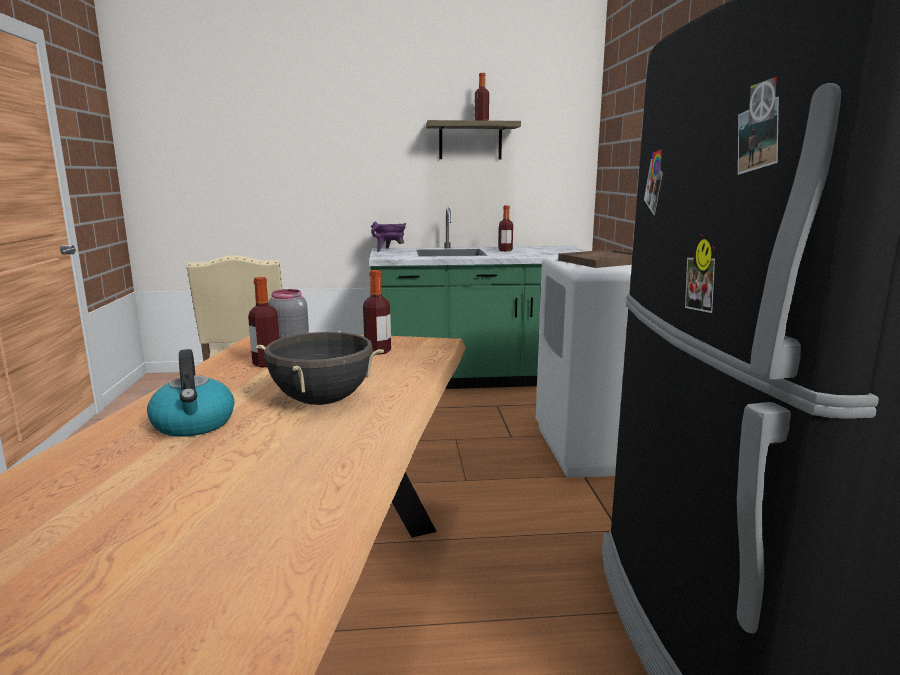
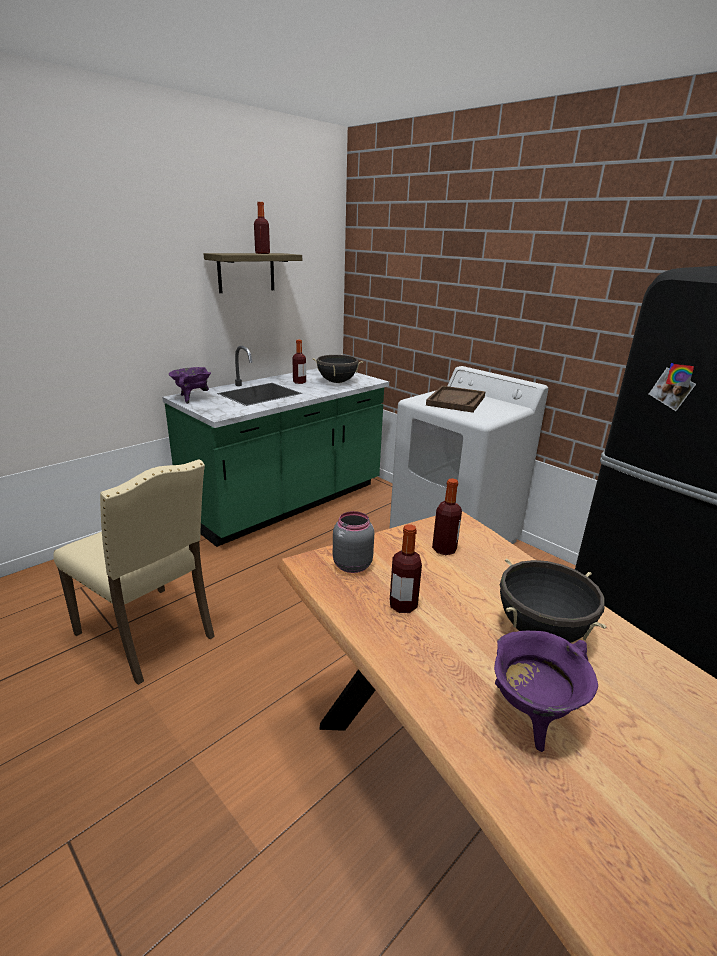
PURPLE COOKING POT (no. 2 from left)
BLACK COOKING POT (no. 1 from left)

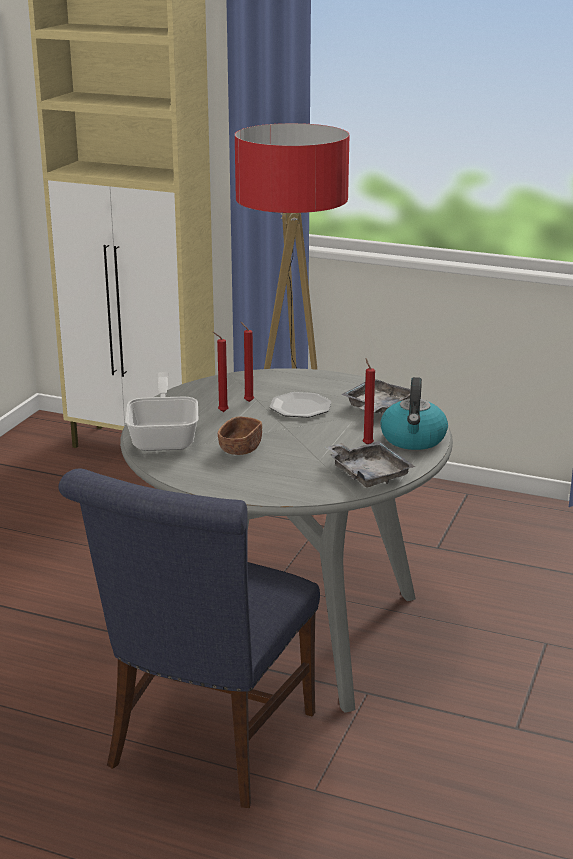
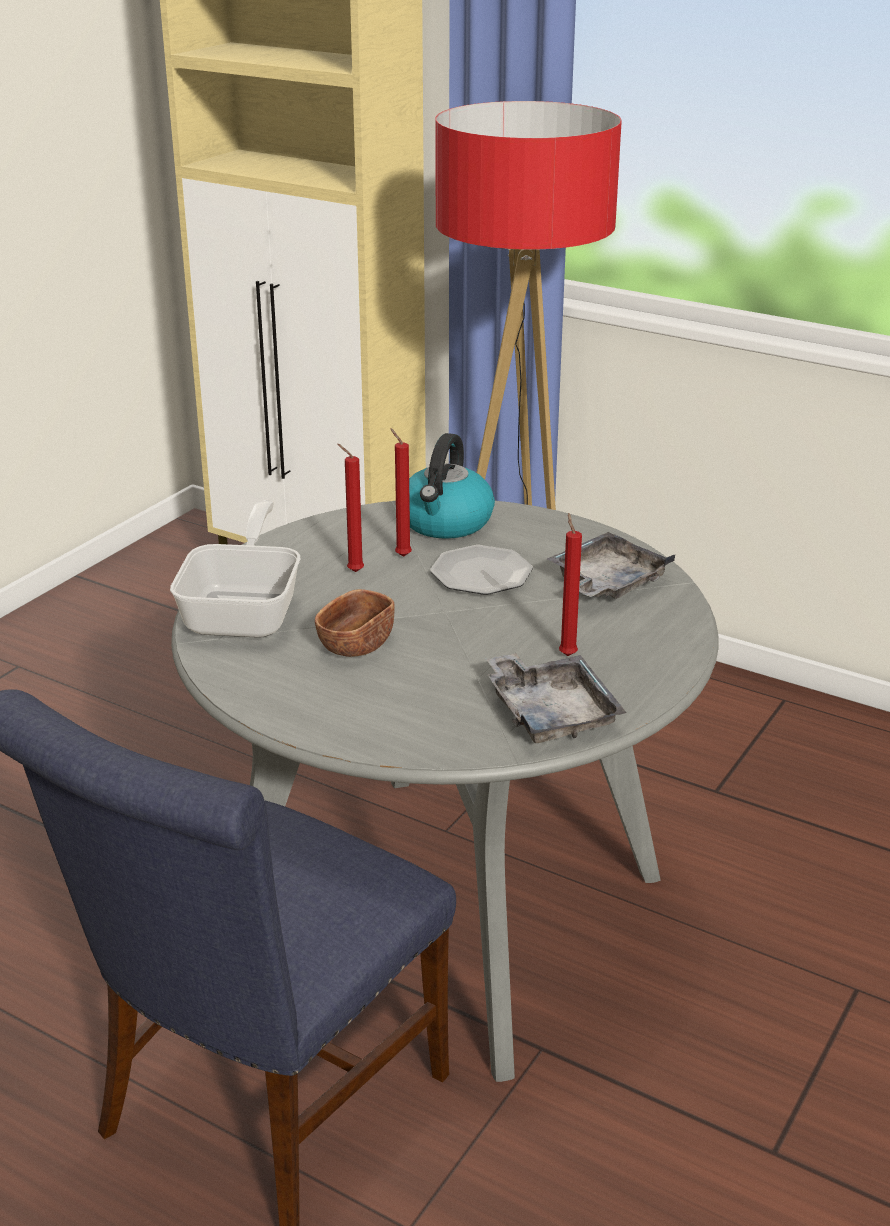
KETTLE

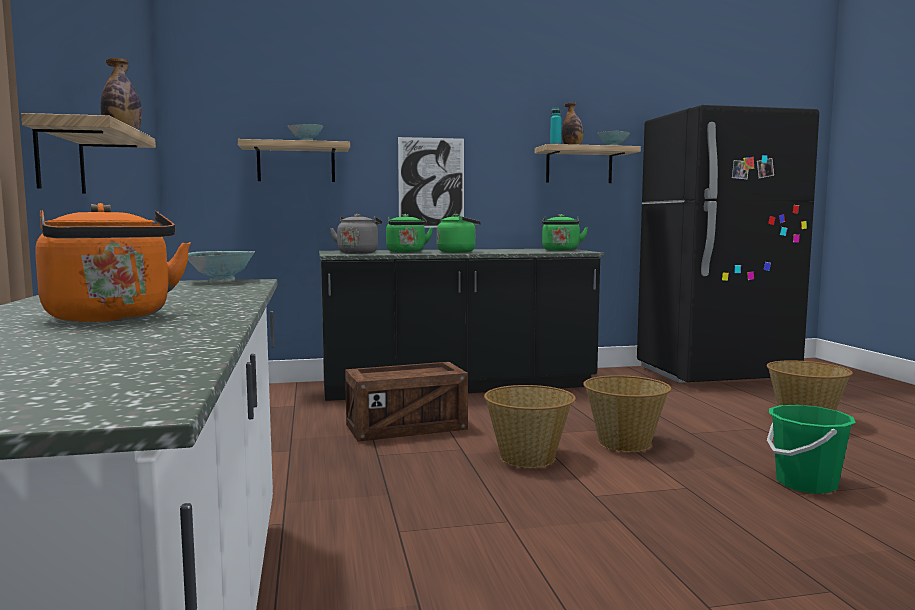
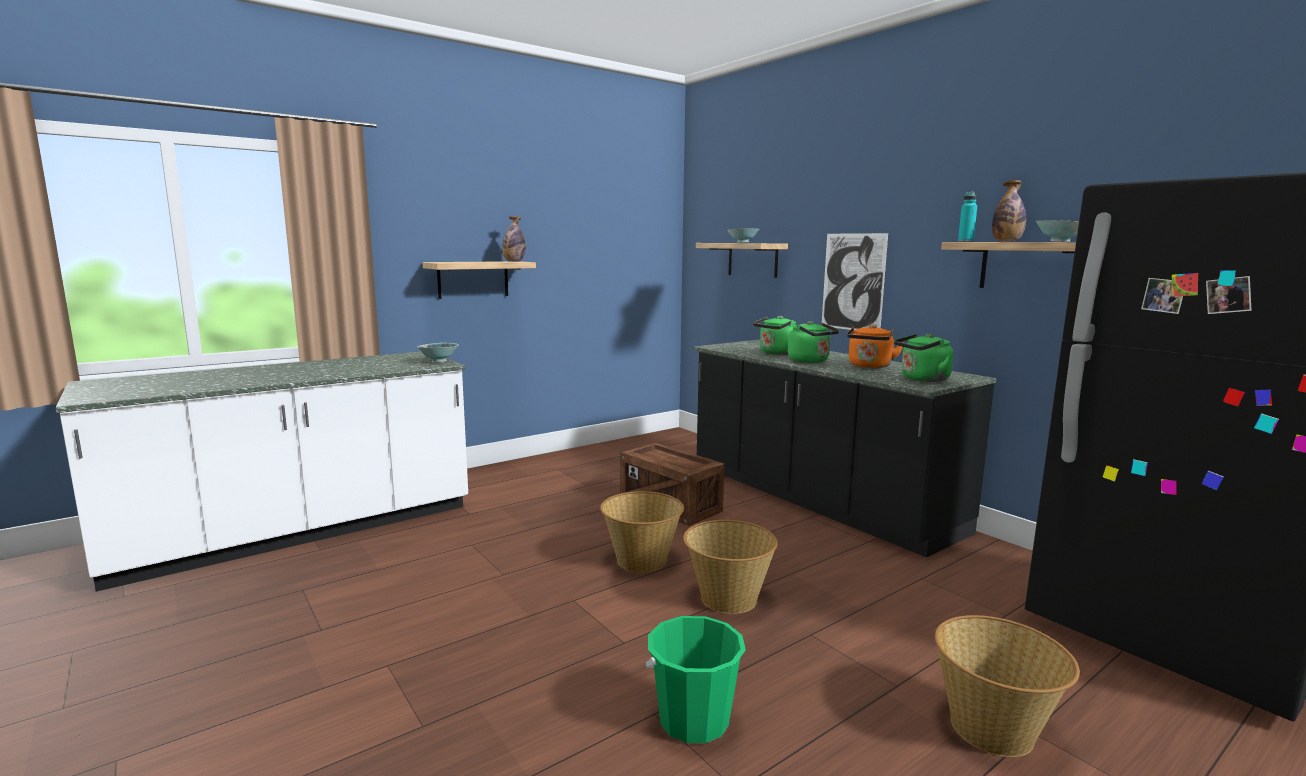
ORANGE KETTLE
GREY KETTLE

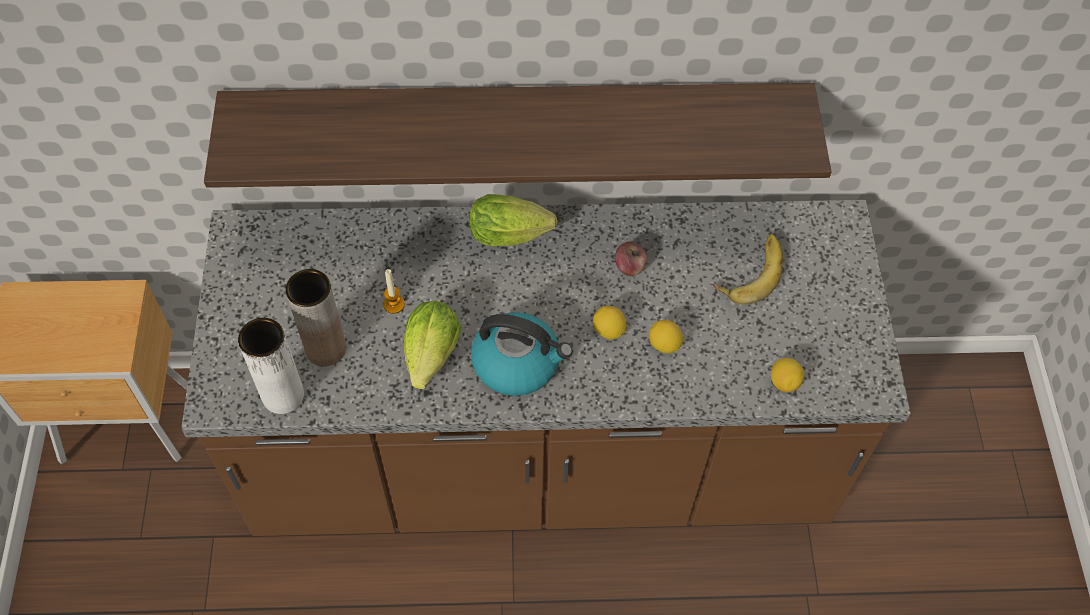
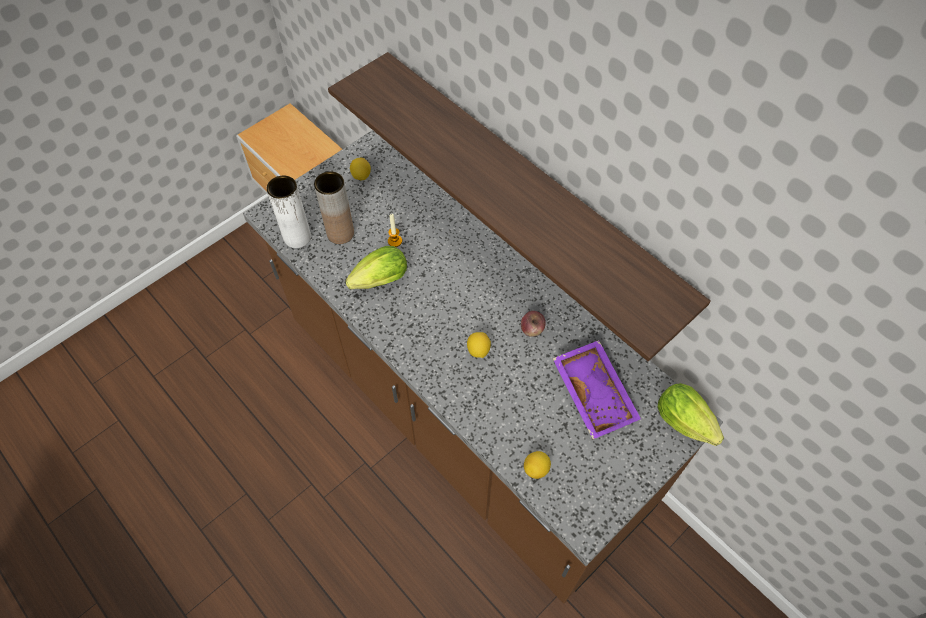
LETTUCE (no. 2 from left)
KETTLE
LEMON (no. 1 from left)
PURPLE TRAY

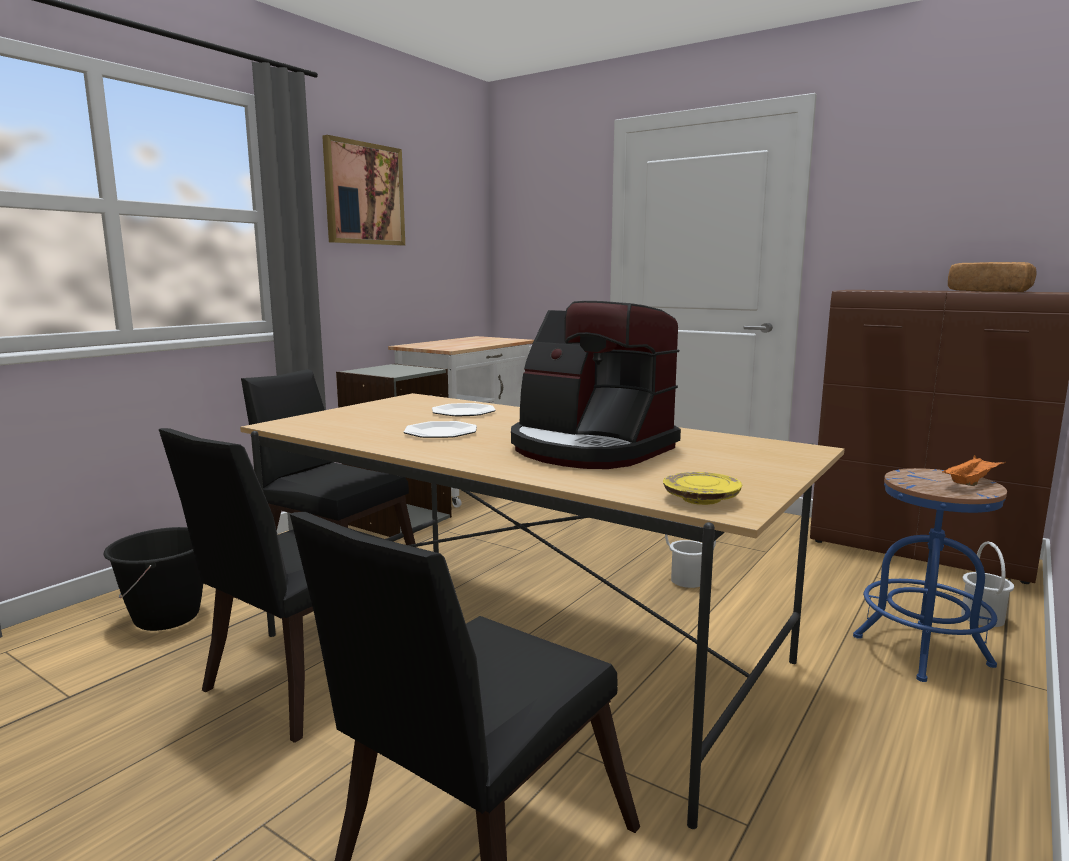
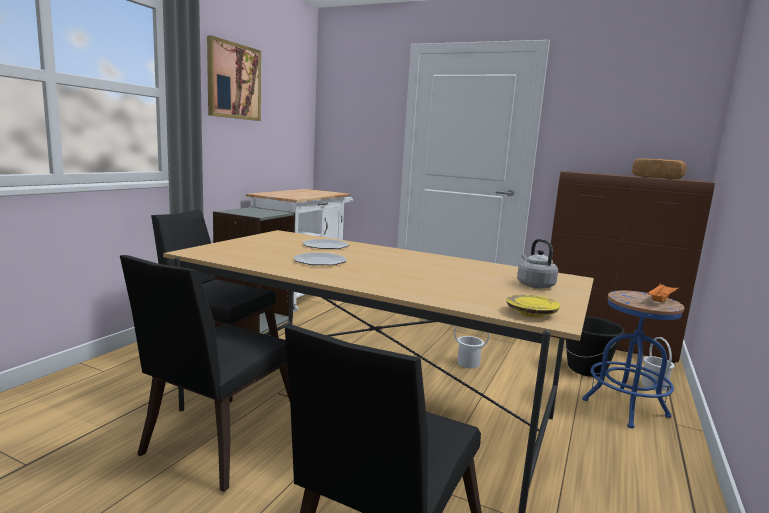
BLACK BUCKET
COFFEE MACHINE
GREY KETTLE

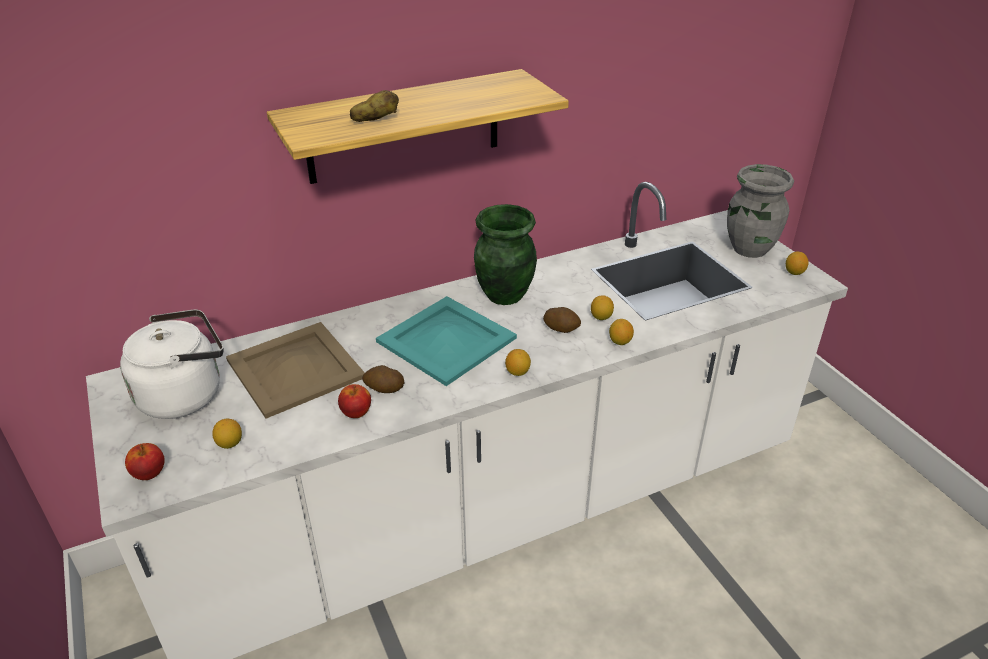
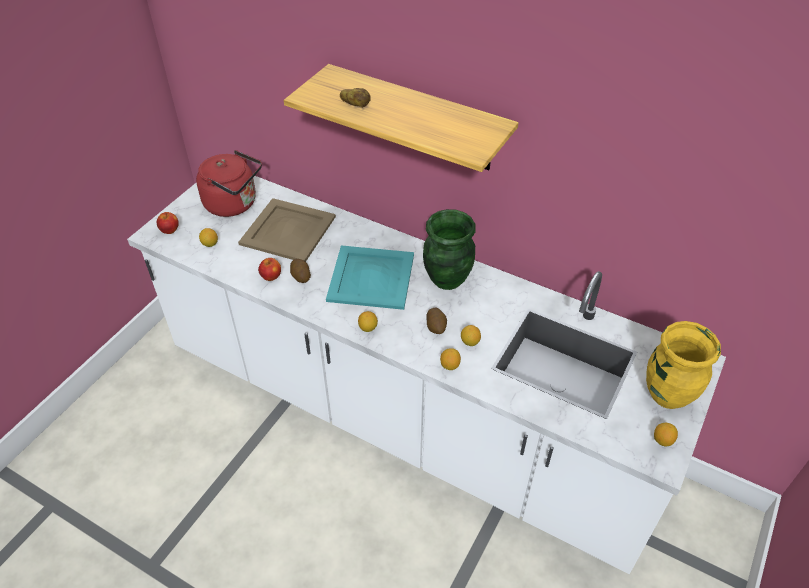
RED KETTLE
YELLOW VASE

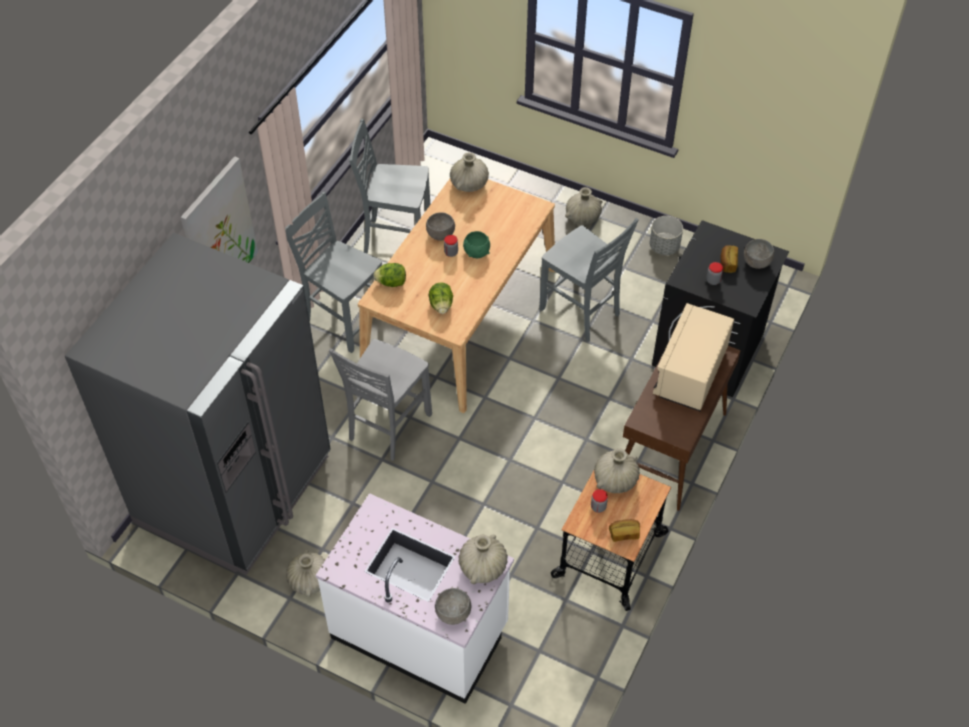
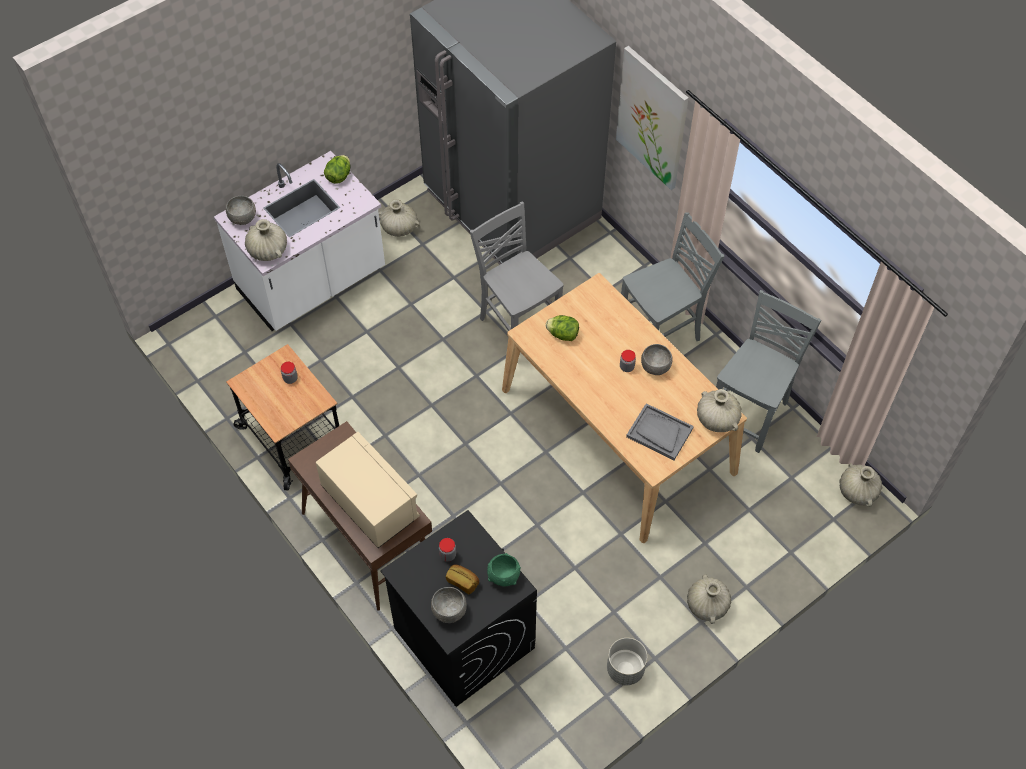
LETTUCE (no. 1 from left)
GREEN BOWL
GREY CHAIR (no. 4 from left in the first image)
BEIGE VASE (no. 5 from left)
BREAD (no. 1 from left in the first image)
GREY TRAY

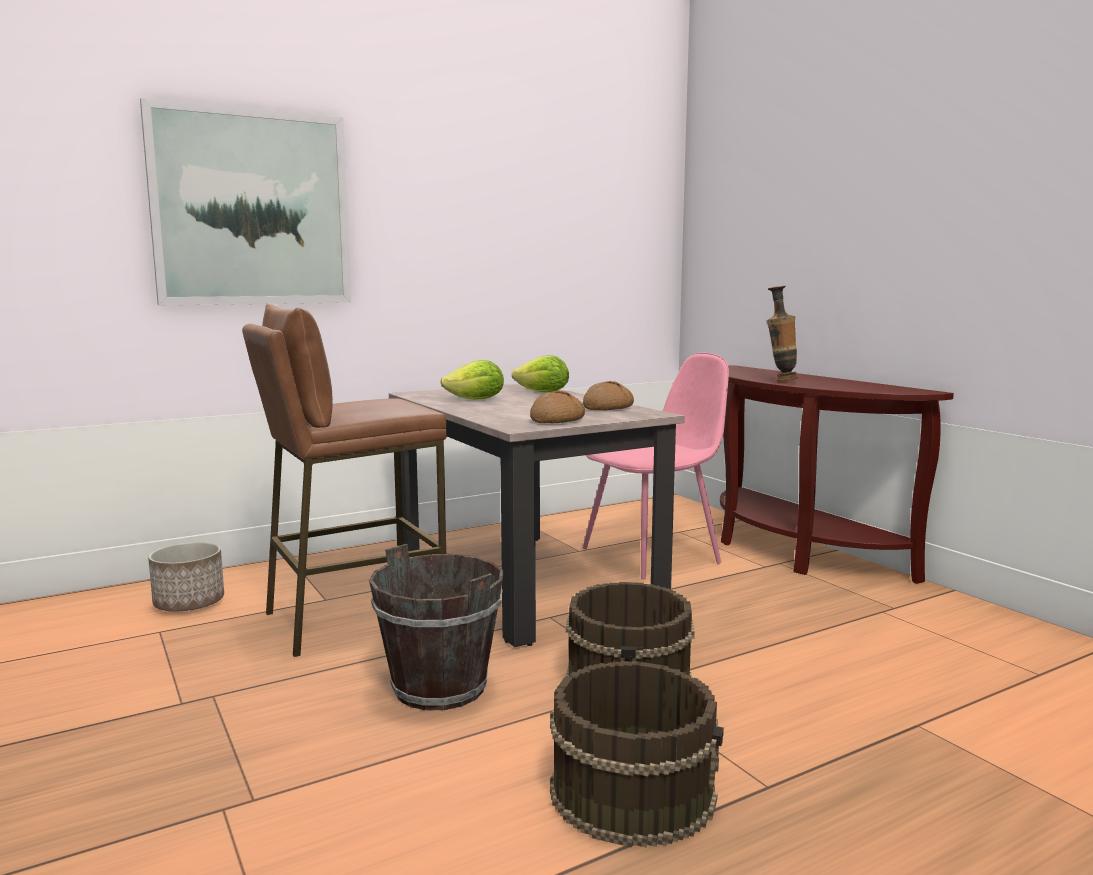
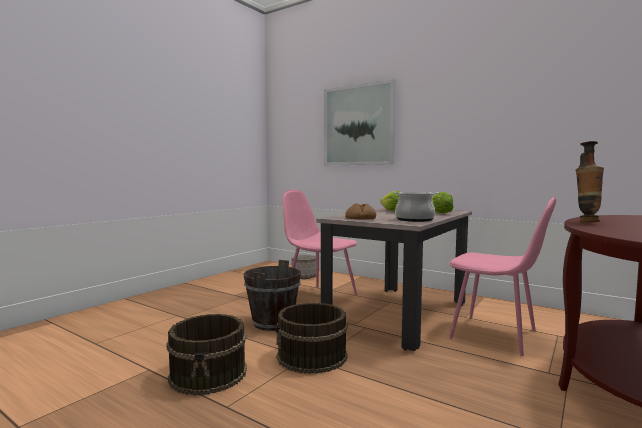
PINK CHAIR (no. 1 from left)
COOKING POT

